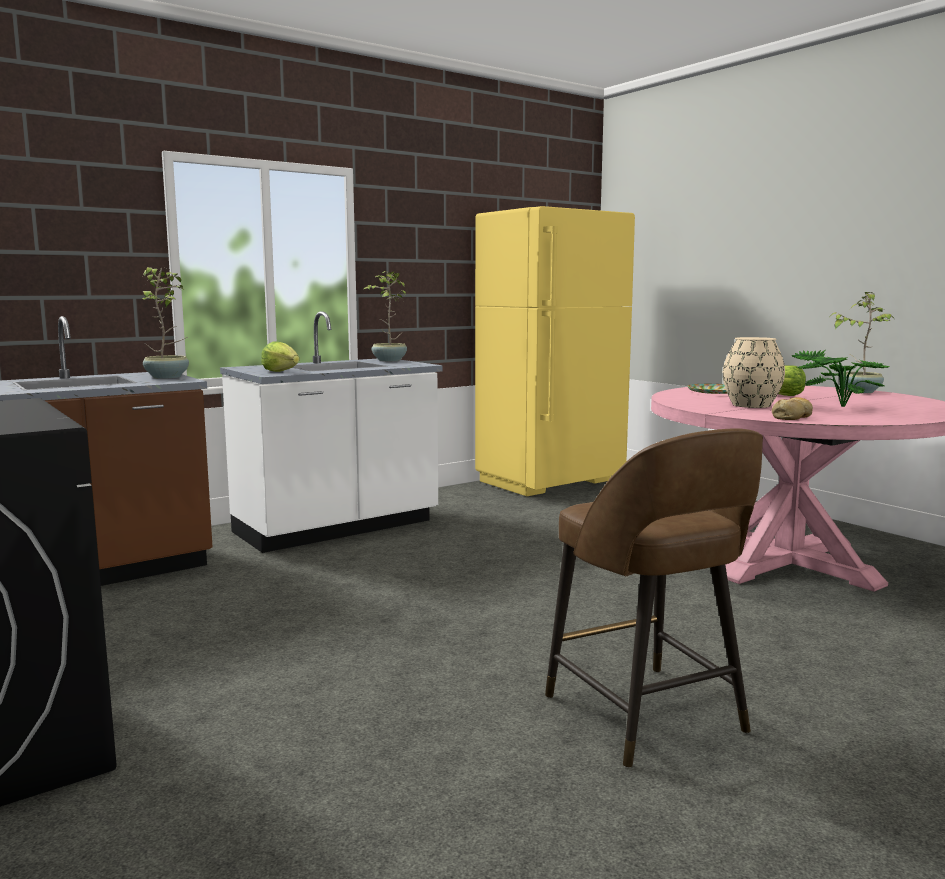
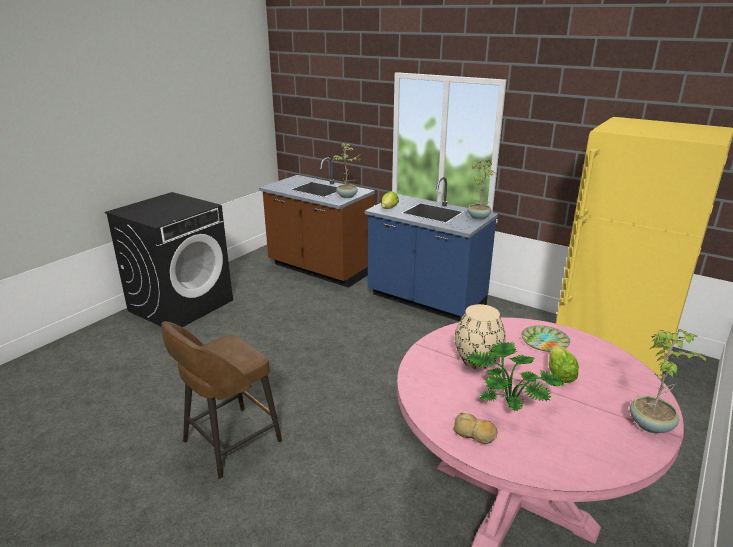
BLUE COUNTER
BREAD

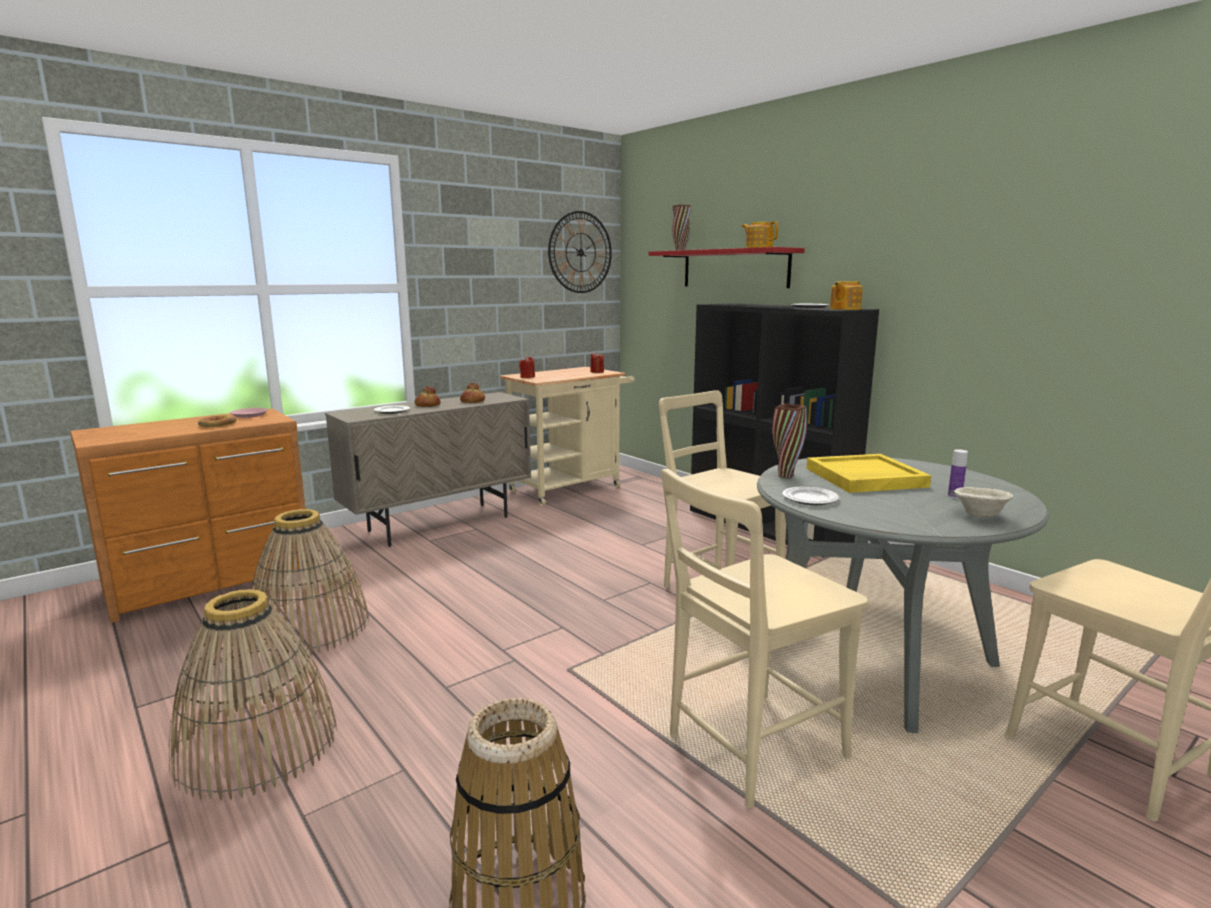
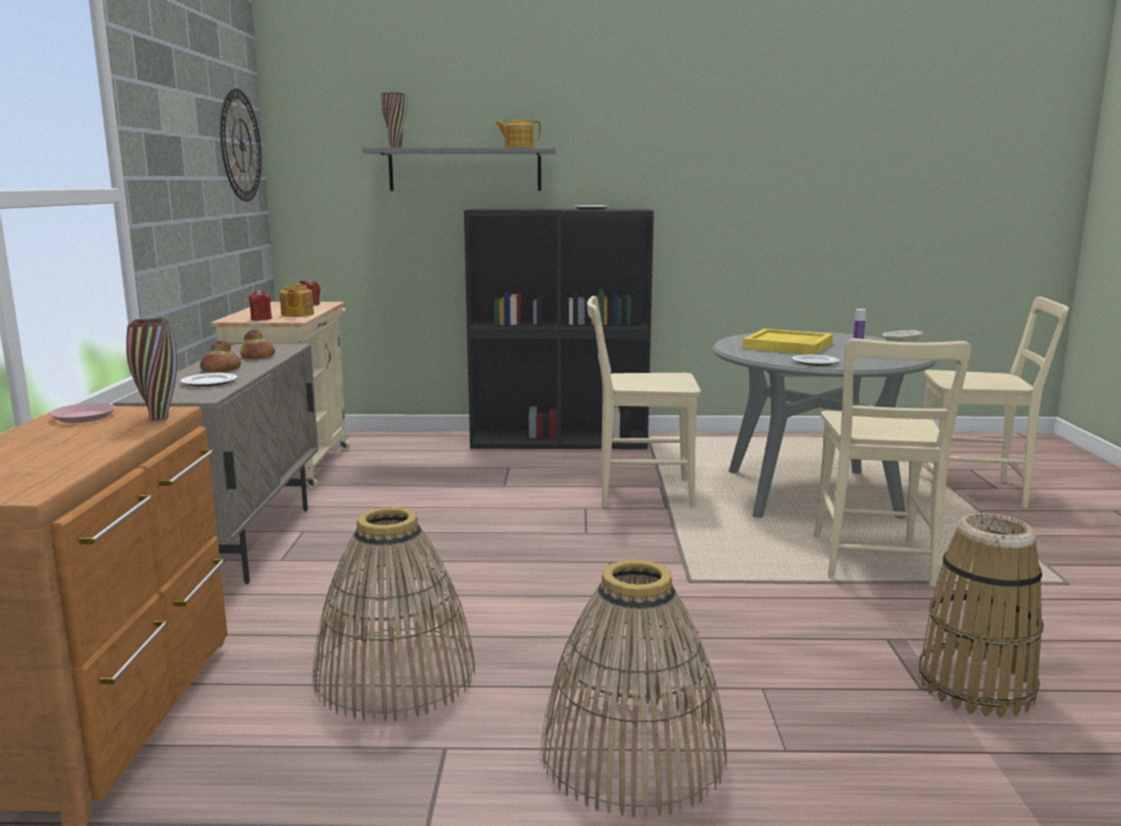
BREAD (no. 1 from left in the first image)
GREY SHELF
BROWN VASE (no. 1 from left)
TEAPOT (no. 1 from left)

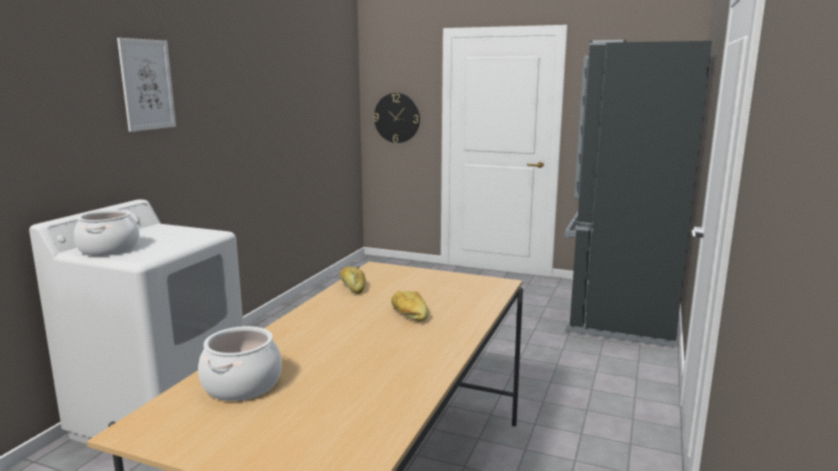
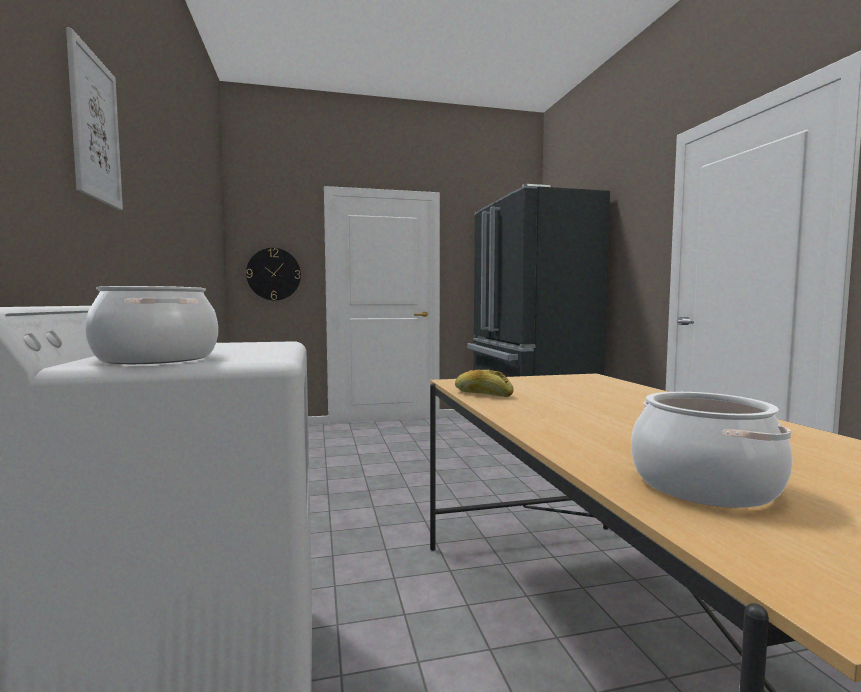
BREAD (no. 2 from left in the first image)

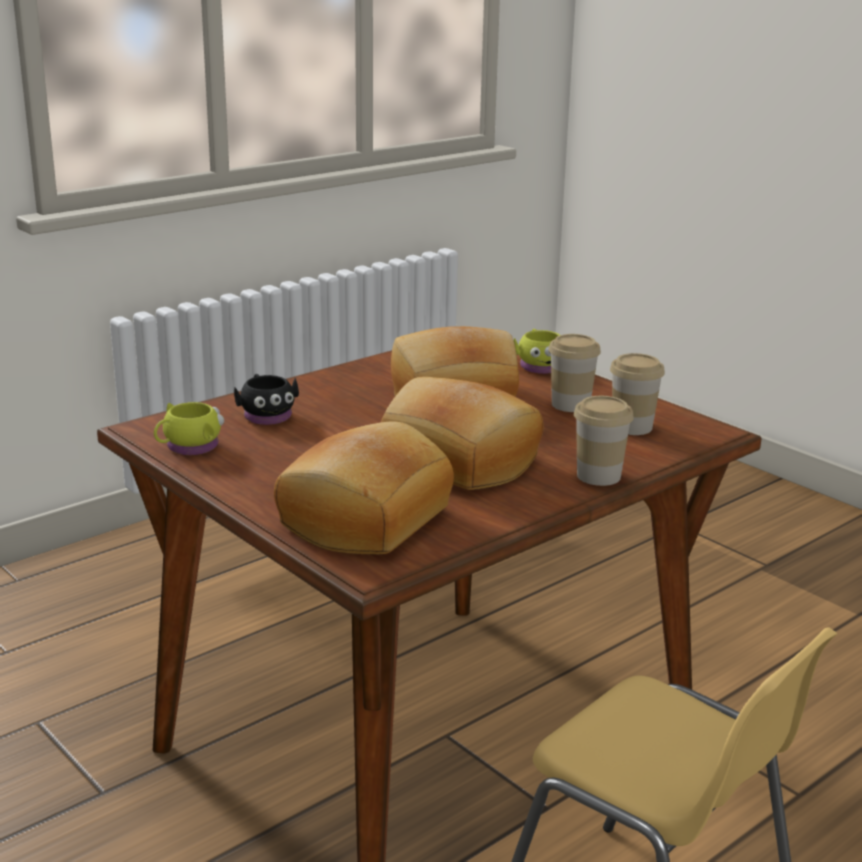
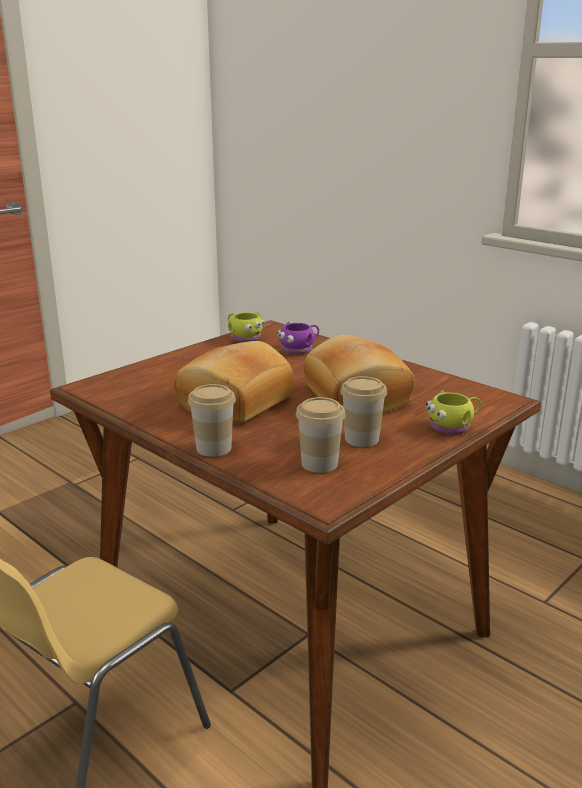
PURPLE MUG
BREAD (no. 1 from left in the first image)

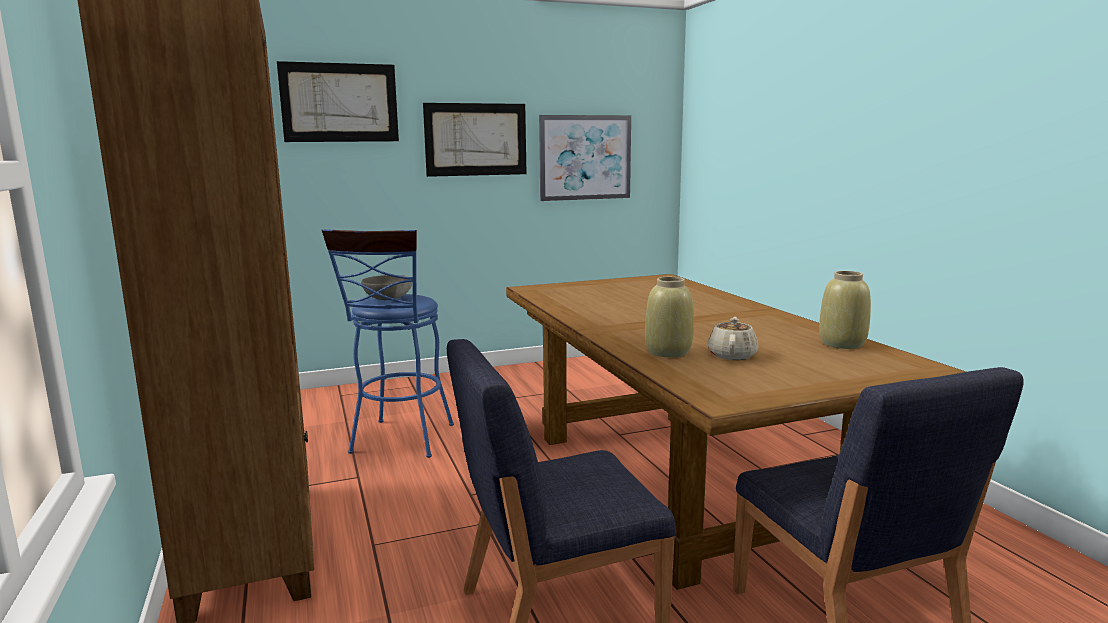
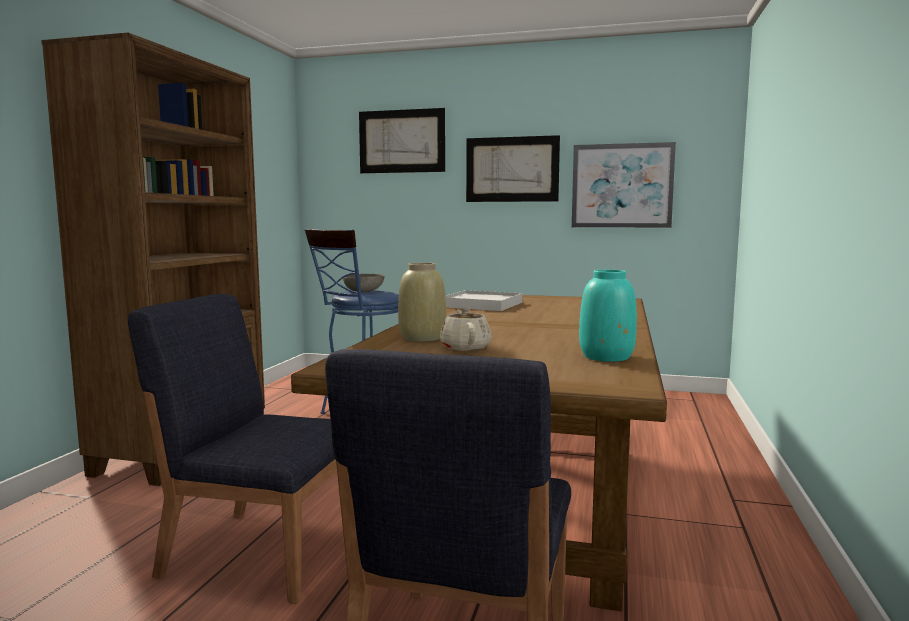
BEIGE TEAPOT
TURQUOISE VASE
WHITE TRAY

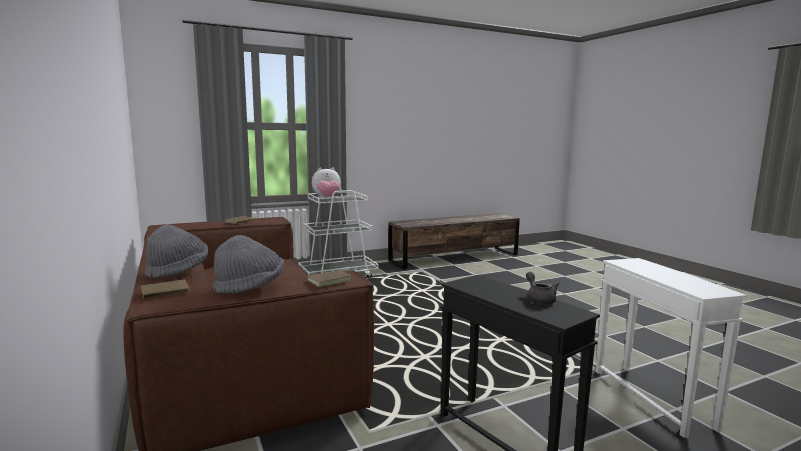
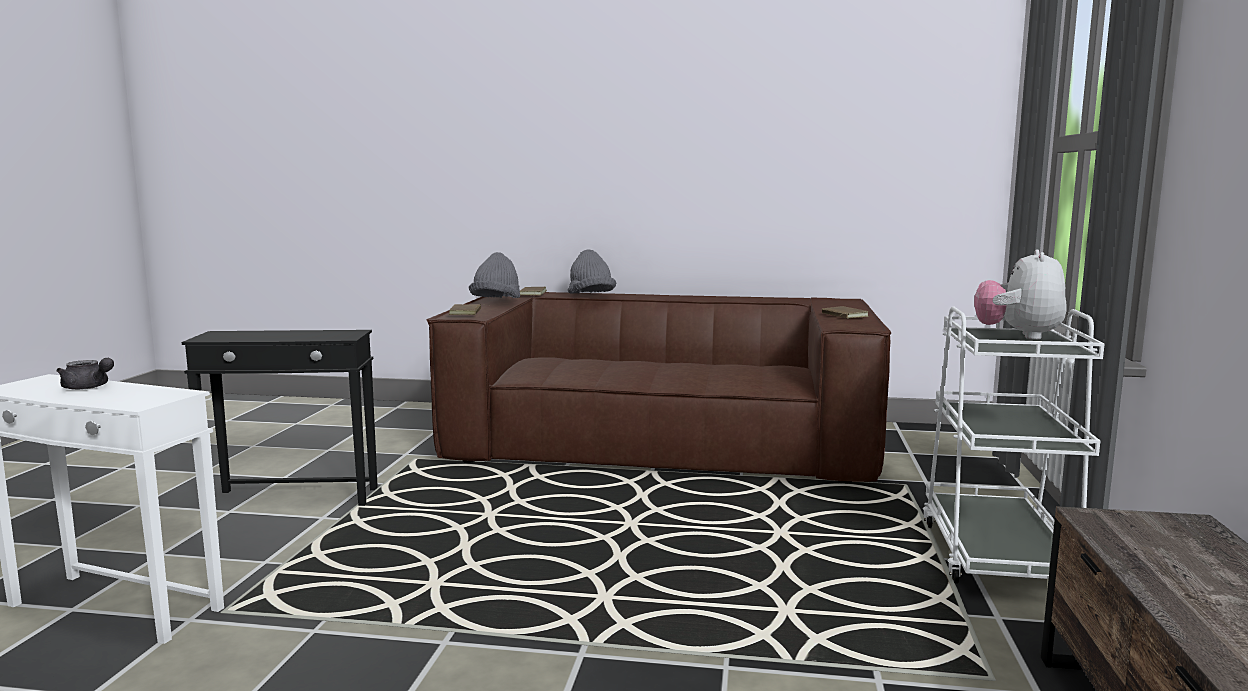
GREY TEAPOT

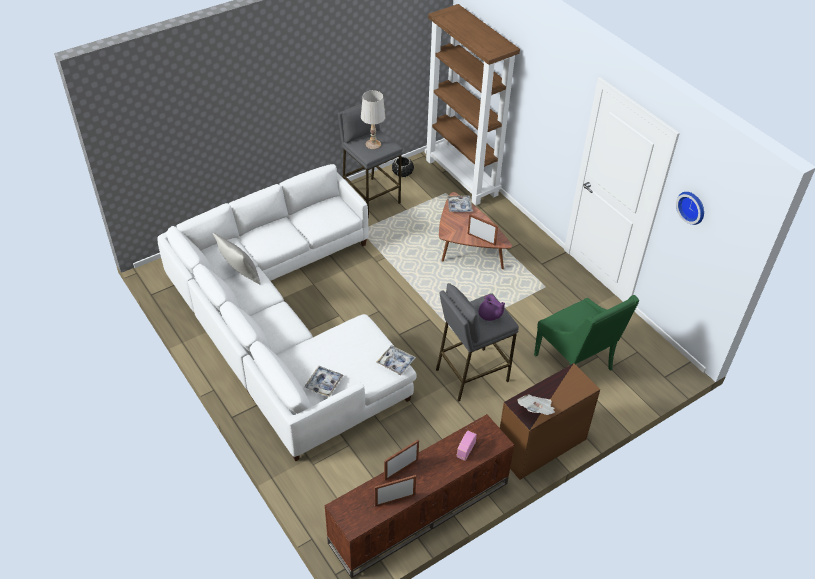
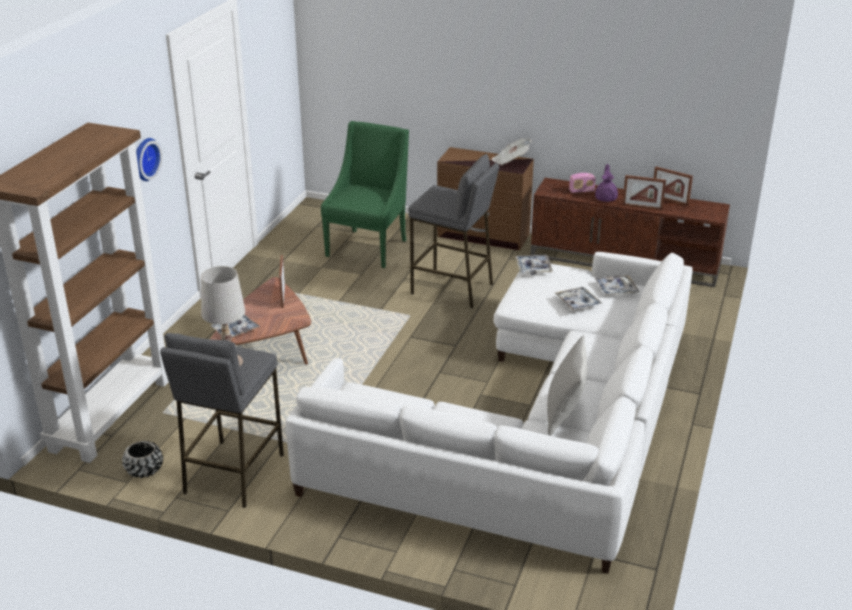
PURPLE TEAPOT
WALL CLOCK
TRAY (no. 3 from left)

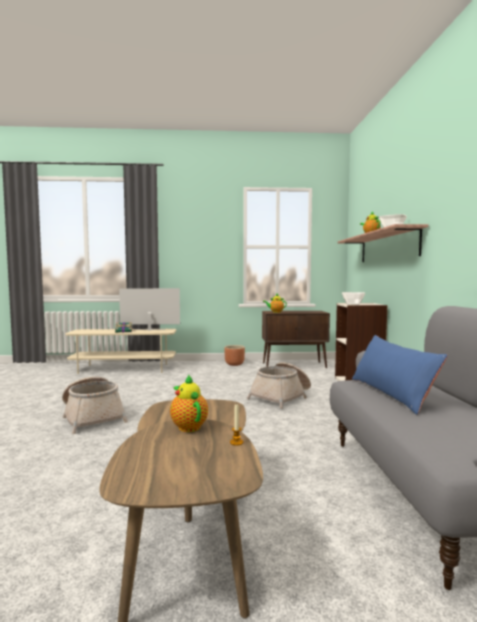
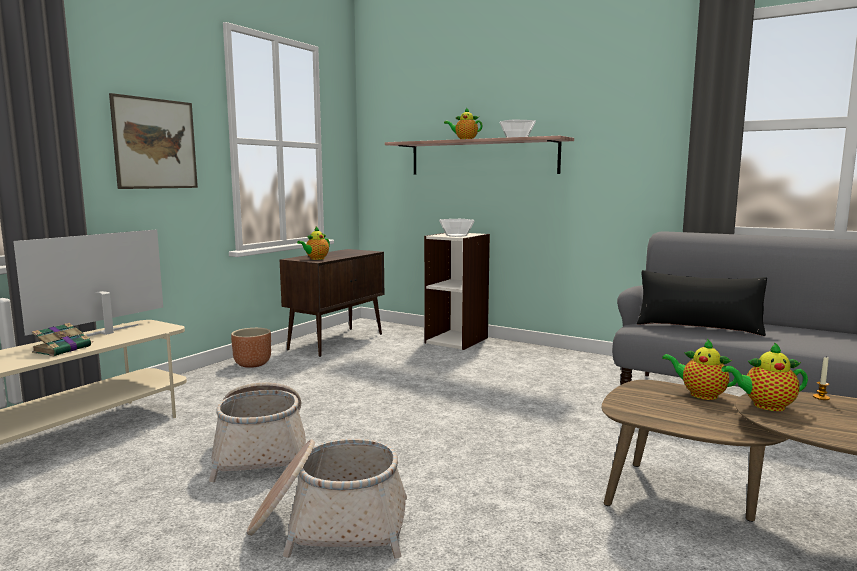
BASKET (no. 1 from left)
BLACK PILLOW
PICTURE
TEAPOT (no. 3 from left)

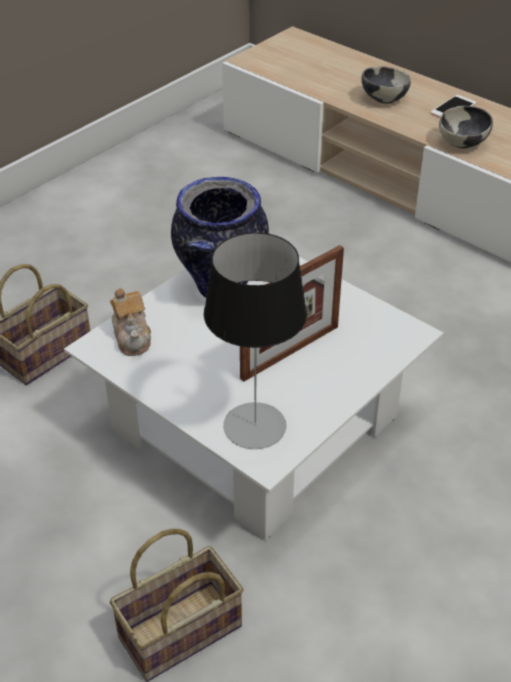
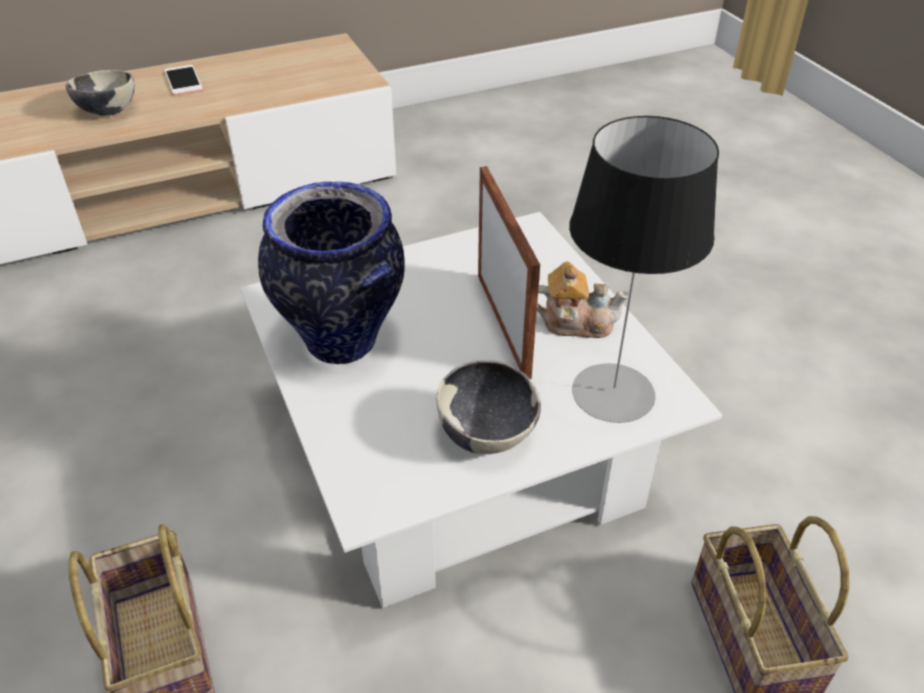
TEAPOT
BOWL (no. 2 from left)

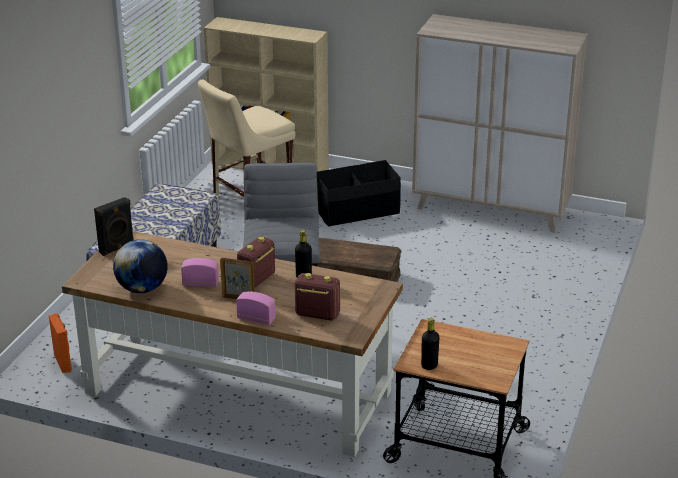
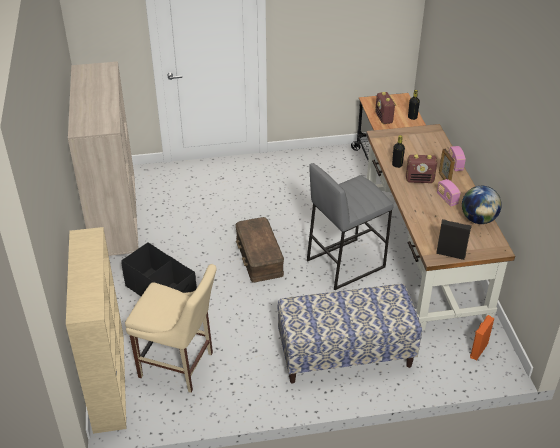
RADIO (no. 1 from left)

